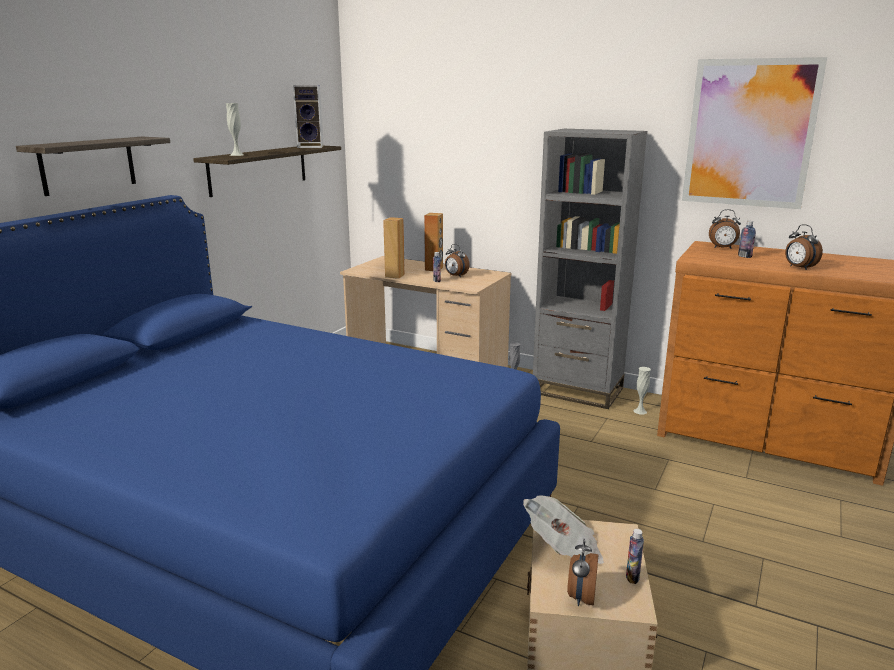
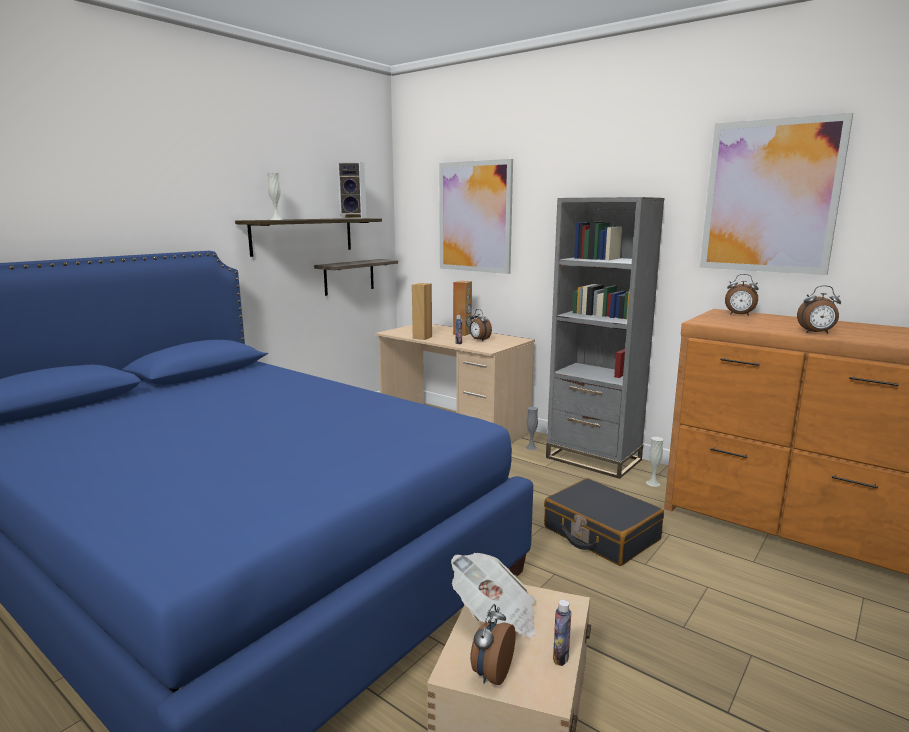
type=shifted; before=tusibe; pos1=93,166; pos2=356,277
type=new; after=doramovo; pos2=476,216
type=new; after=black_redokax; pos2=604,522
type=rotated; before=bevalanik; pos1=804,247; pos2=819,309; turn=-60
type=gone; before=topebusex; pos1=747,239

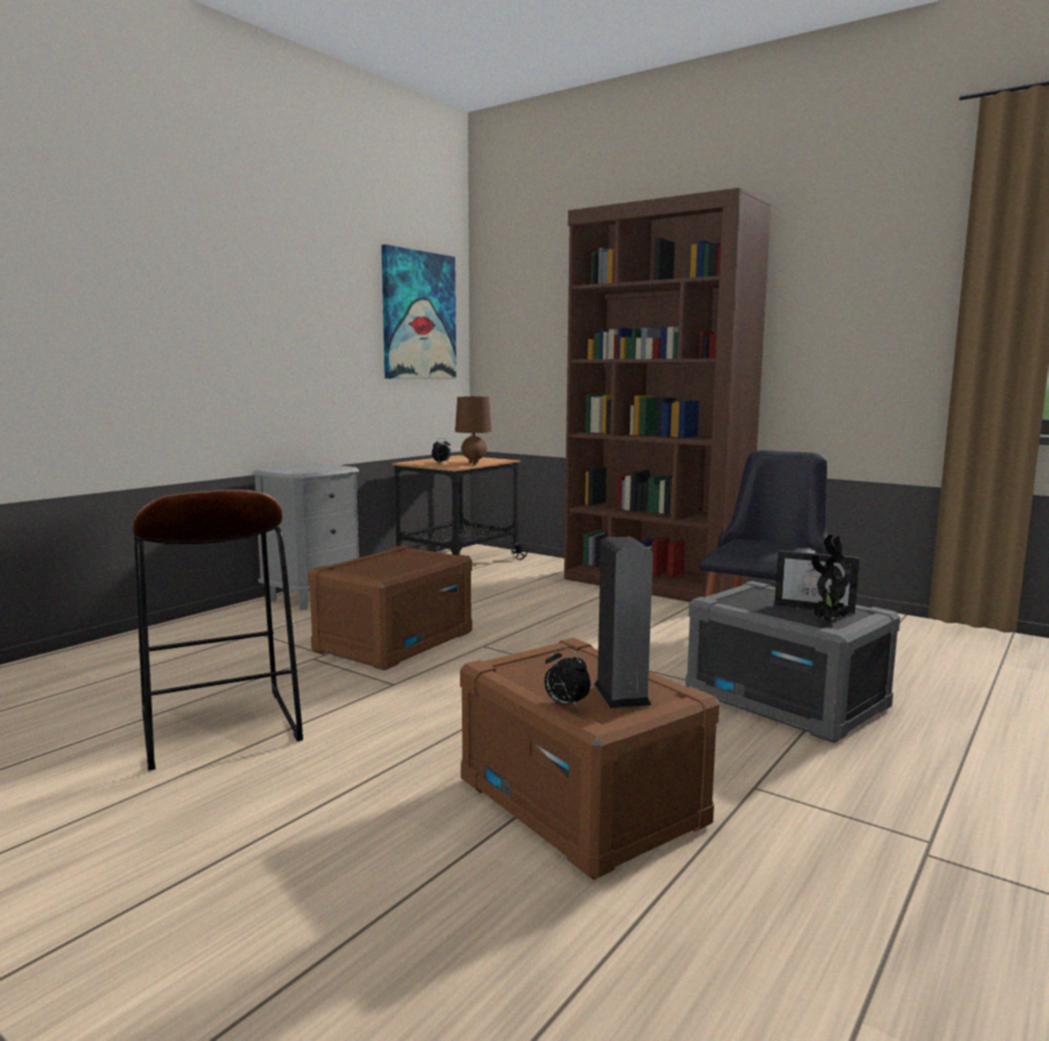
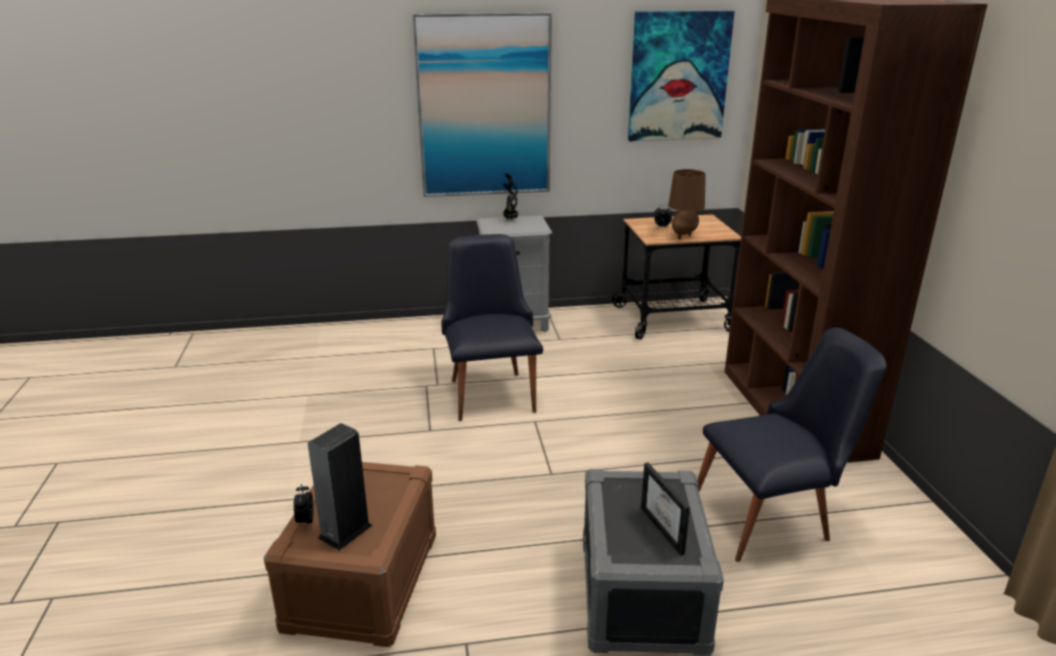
type=new; after=doramovo; pos2=482,104
type=swapped; before=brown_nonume; after=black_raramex; pos1=390,607; pos2=492,327
type=shifted; before=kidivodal; pos1=831,578; pos2=510,196
type=gone; before=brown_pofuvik; pos1=217,630

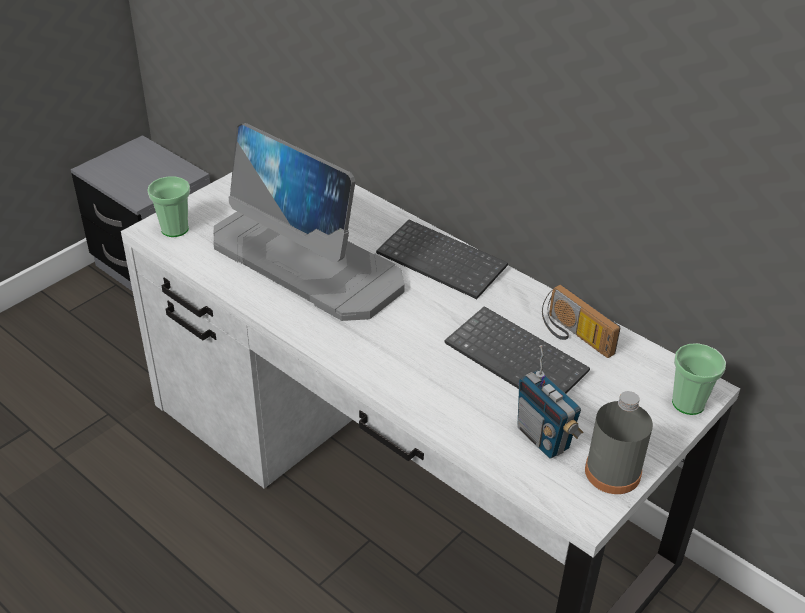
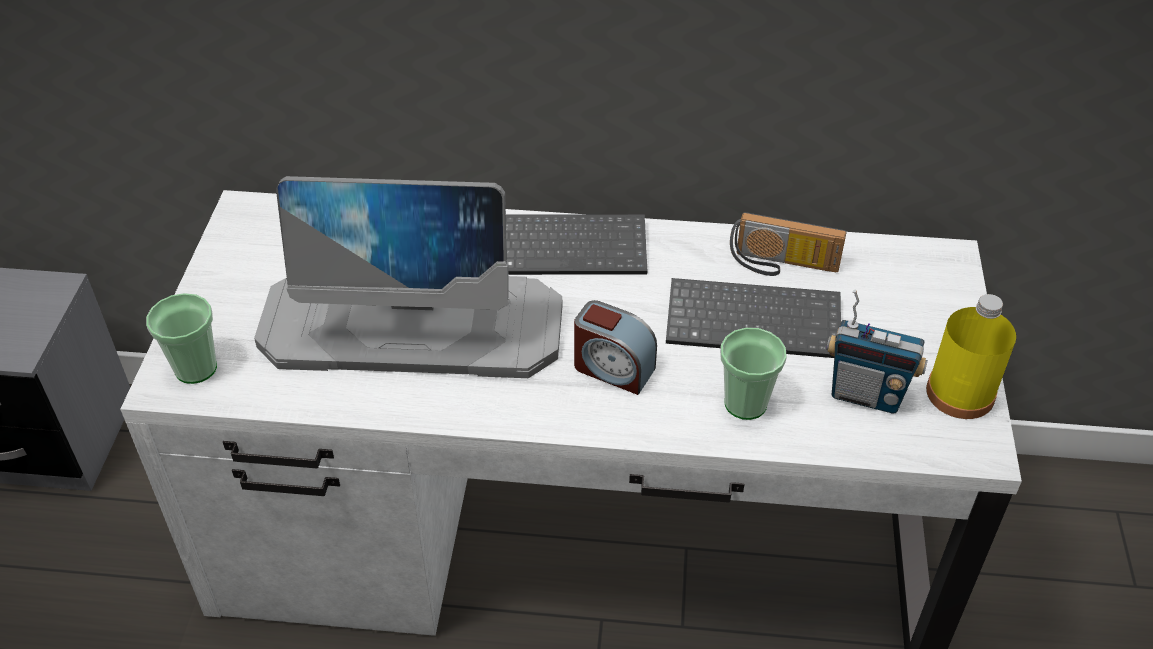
type=new; after=bevalanik; pos2=615,347
type=shifted; before=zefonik; pos1=699,379; pos2=753,374
type=repainted; before=grey_topebusex; after=yellow_topebusex; pos1=619,442; pos2=971,356

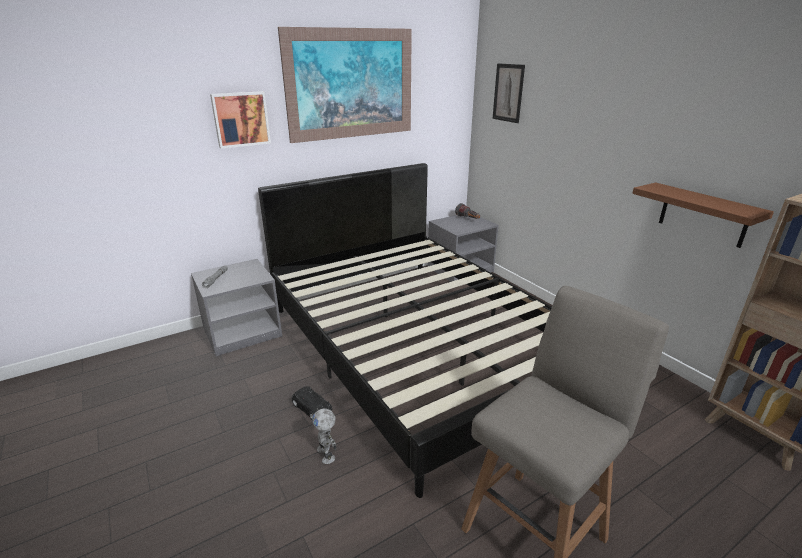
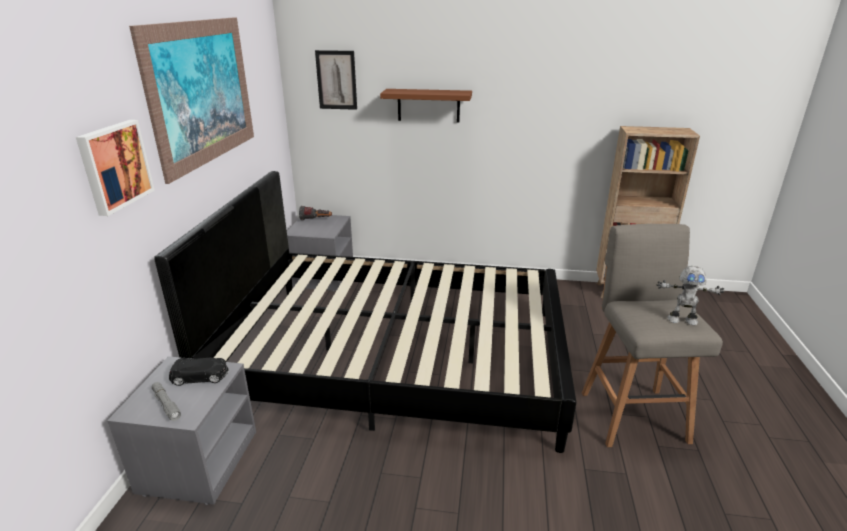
type=shifted; before=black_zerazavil; pos1=312,403; pos2=199,372
type=shifted; before=brown_tusibe; pos1=703,215; pos2=426,106
type=shifted; before=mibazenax; pos1=324,436; pos2=690,295

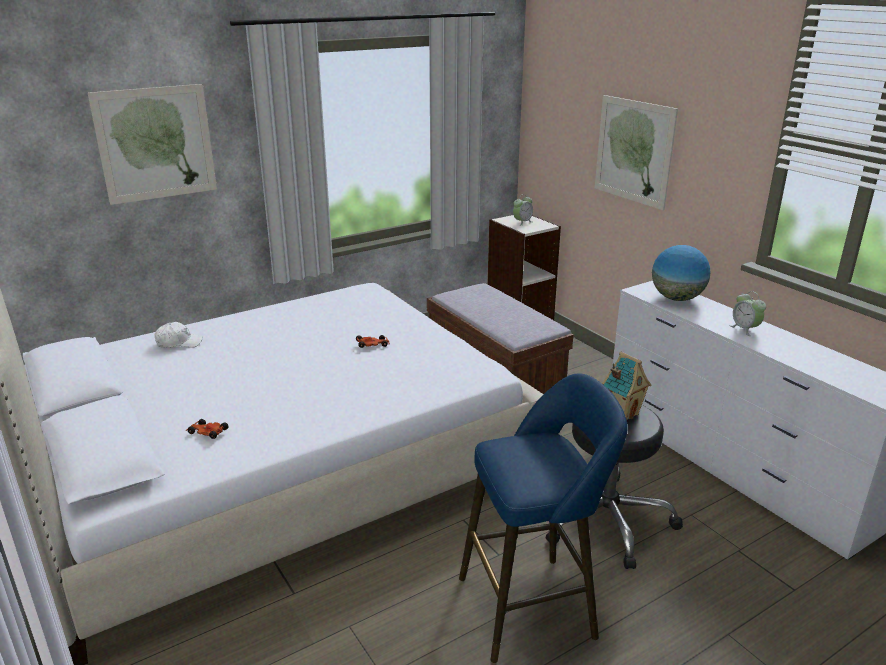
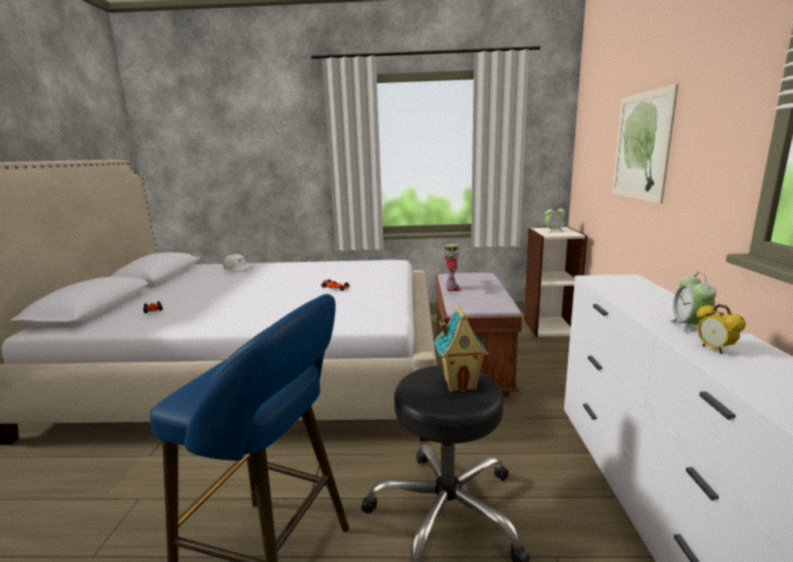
type=new; after=mibazenax; pos2=452,267
type=new; after=bevalanik; pos2=721,329
type=gone; before=doramovo; pos1=152,144
type=gone; before=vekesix; pos1=681,273

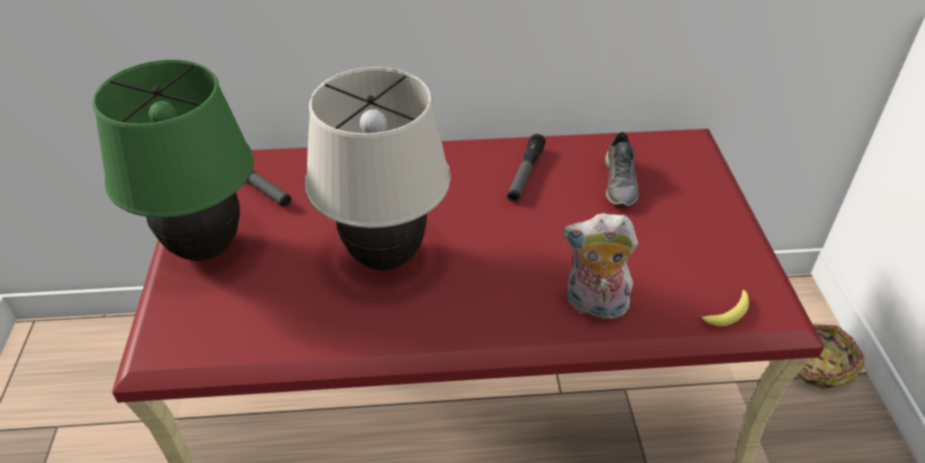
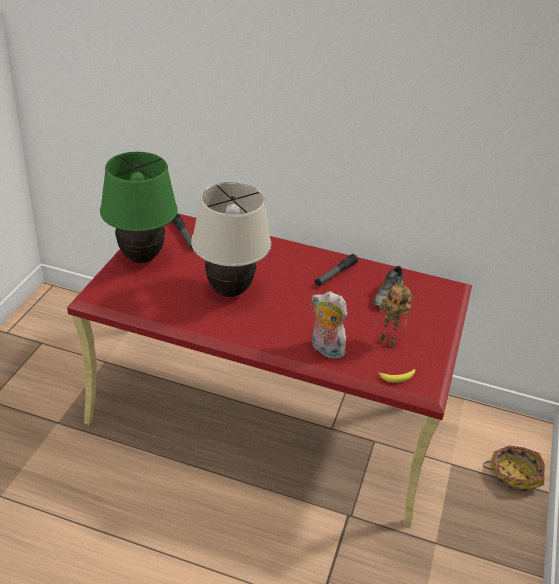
type=new; after=mibazenax; pos2=394,315

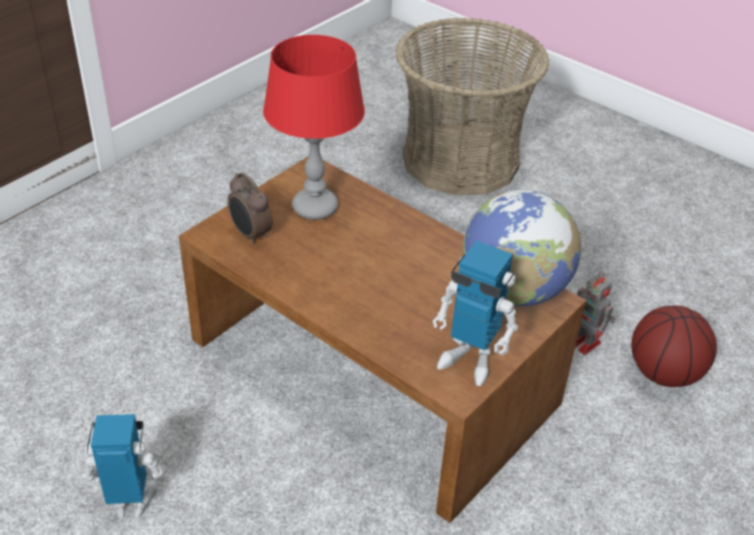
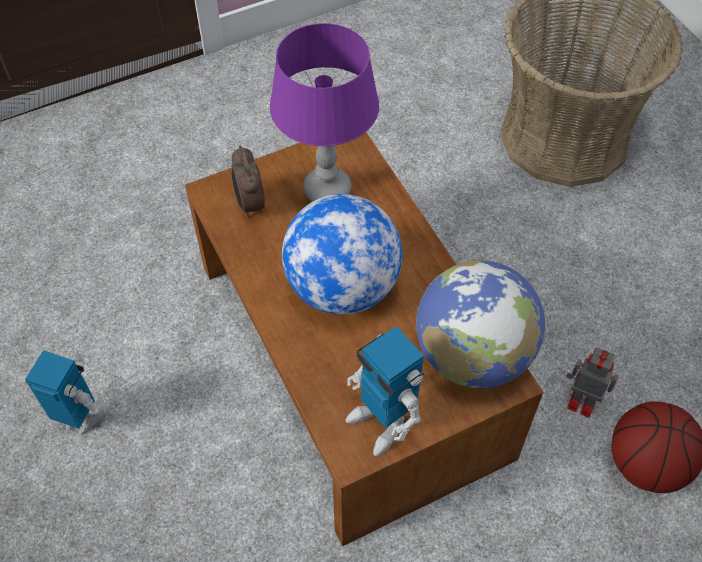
type=repainted; before=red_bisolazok; after=purple_bisolazok; pos1=314,127; pos2=324,112
type=new; after=vekesix; pos2=342,254
type=rotated; before=mibazenax; pos1=595,313; pos2=592,383; turn=135

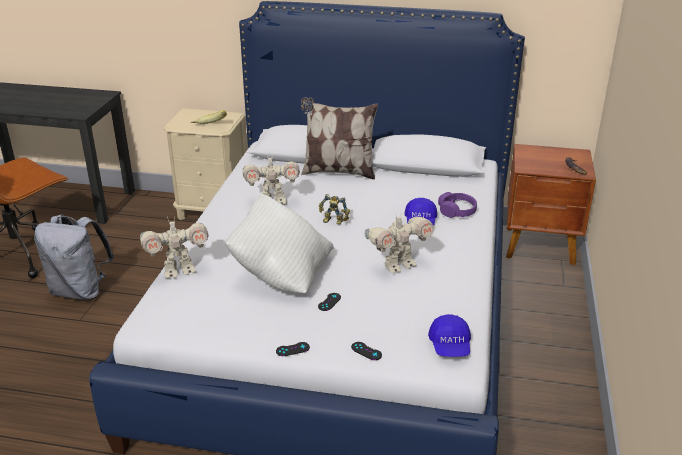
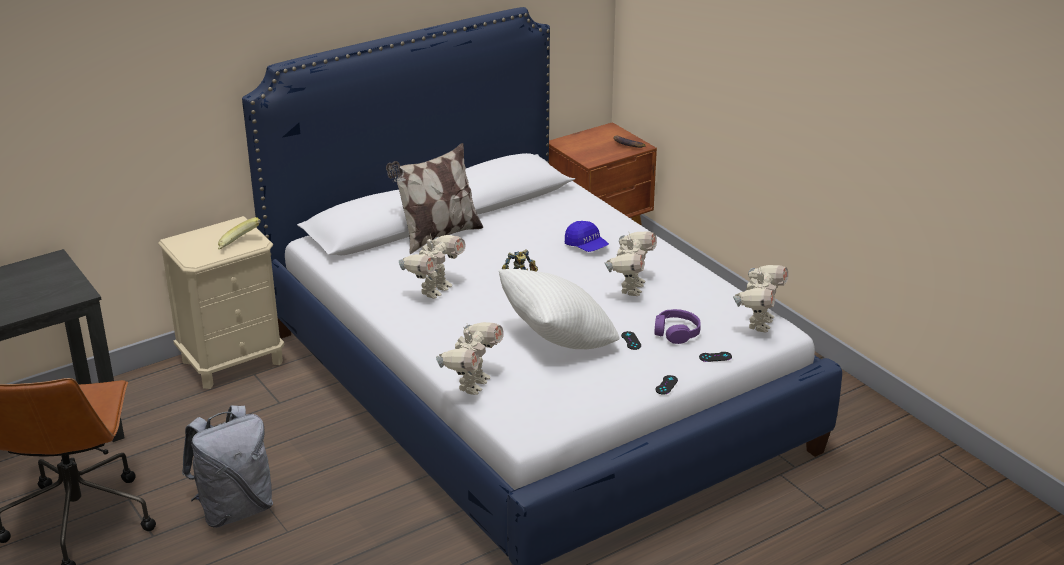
type=shifted; before=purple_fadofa; pos1=457,205; pos2=677,326
type=swapped; before=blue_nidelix; after=mibazenax; pos1=449,335; pos2=761,298

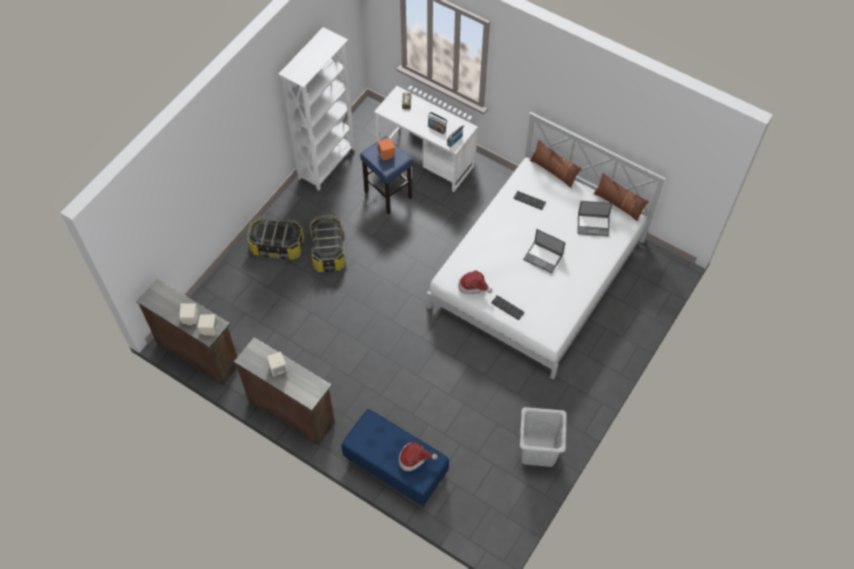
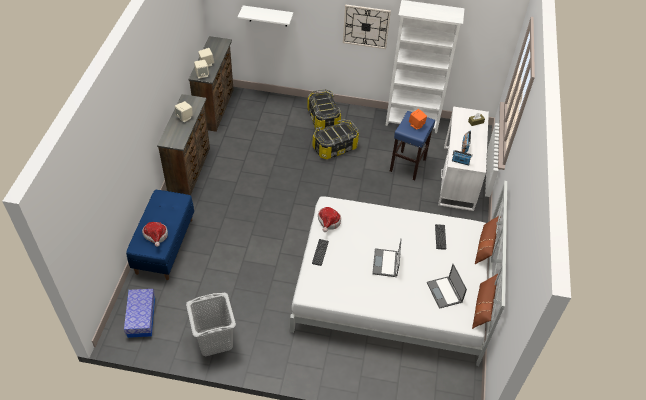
type=new; after=nonume; pos2=139,313
type=new; after=white_tusibe; pos2=265,16
type=new; after=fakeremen; pos2=367,26

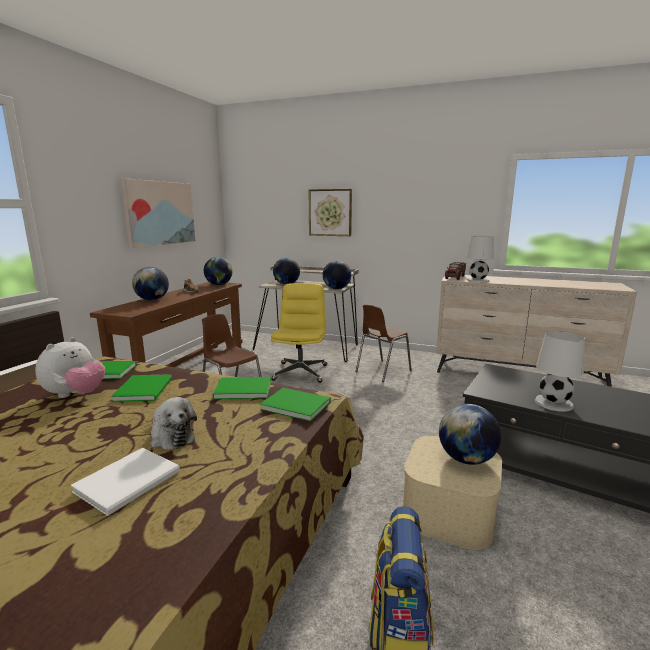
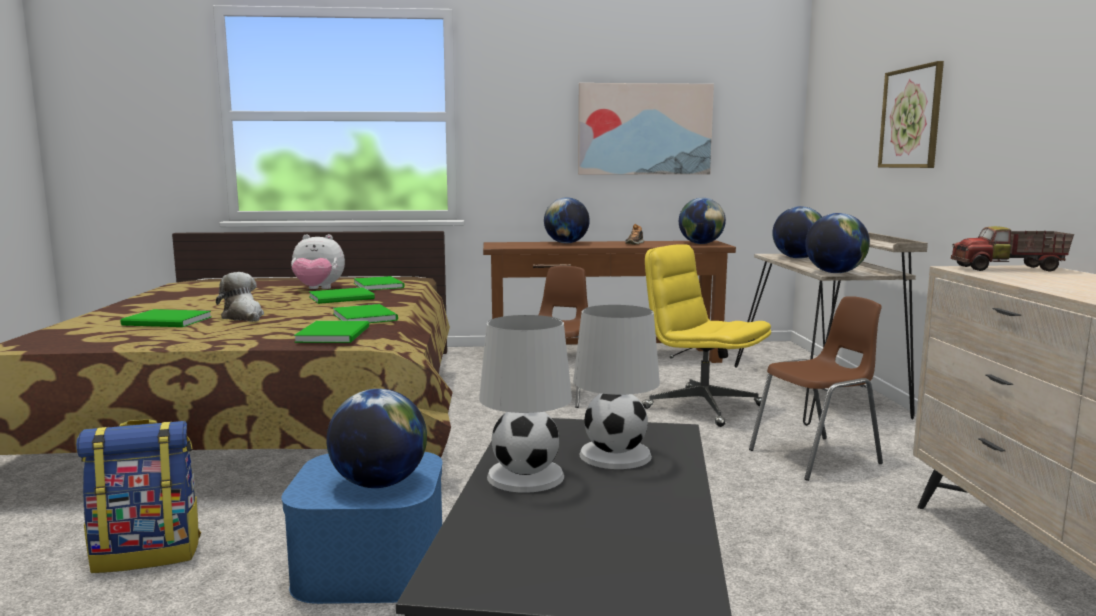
type=repainted; before=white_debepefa; after=green_debepefa; pos1=125,482; pos2=165,318
type=rotated; before=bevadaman; pos1=174,423; pos2=240,297; turn=120
type=repainted; before=beige_nonume; after=blue_nonume; pos1=452,493; pos2=361,528
type=shifted; before=white_bisolazok; pos1=480,259; pos2=616,387
type=rotated; before=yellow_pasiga; pos1=299,333; pos2=706,335; turn=-120
type=rotated; before=brown_raramex; pos1=383,343; pos2=816,388; turn=135

